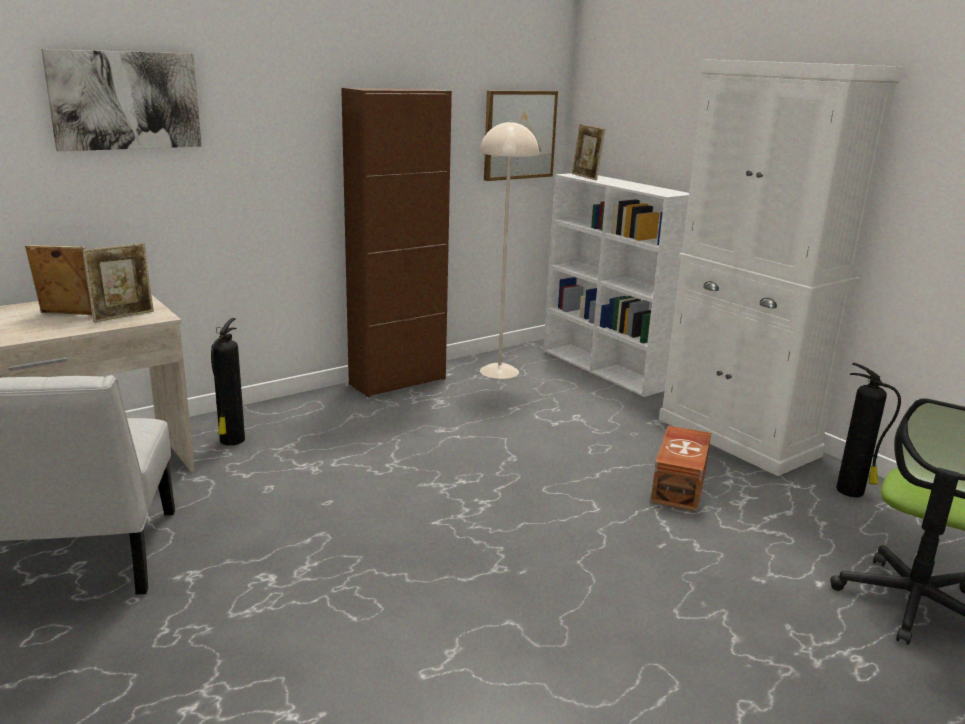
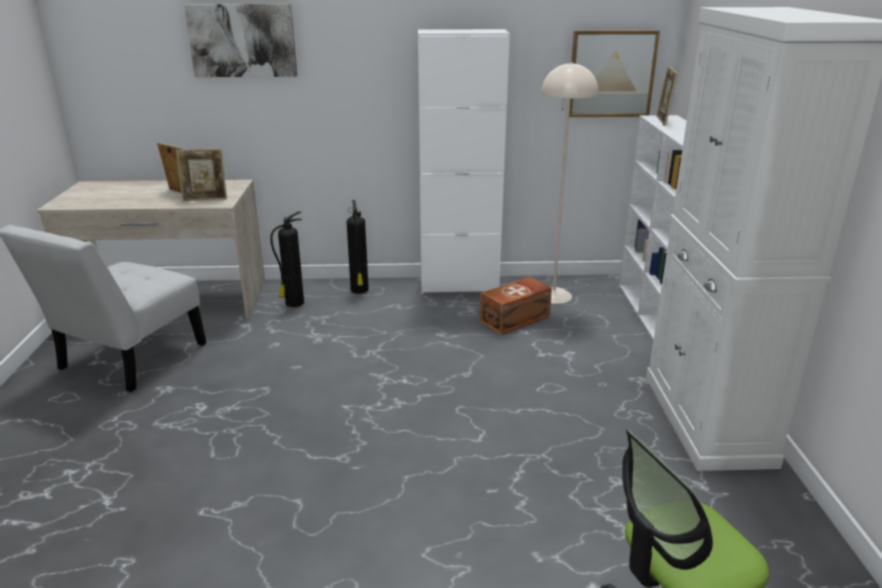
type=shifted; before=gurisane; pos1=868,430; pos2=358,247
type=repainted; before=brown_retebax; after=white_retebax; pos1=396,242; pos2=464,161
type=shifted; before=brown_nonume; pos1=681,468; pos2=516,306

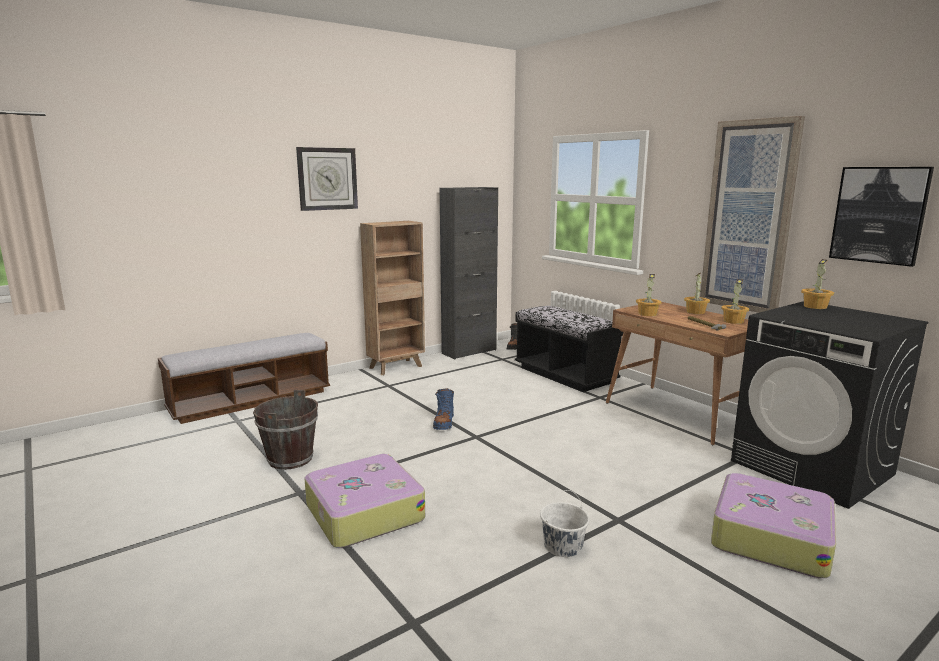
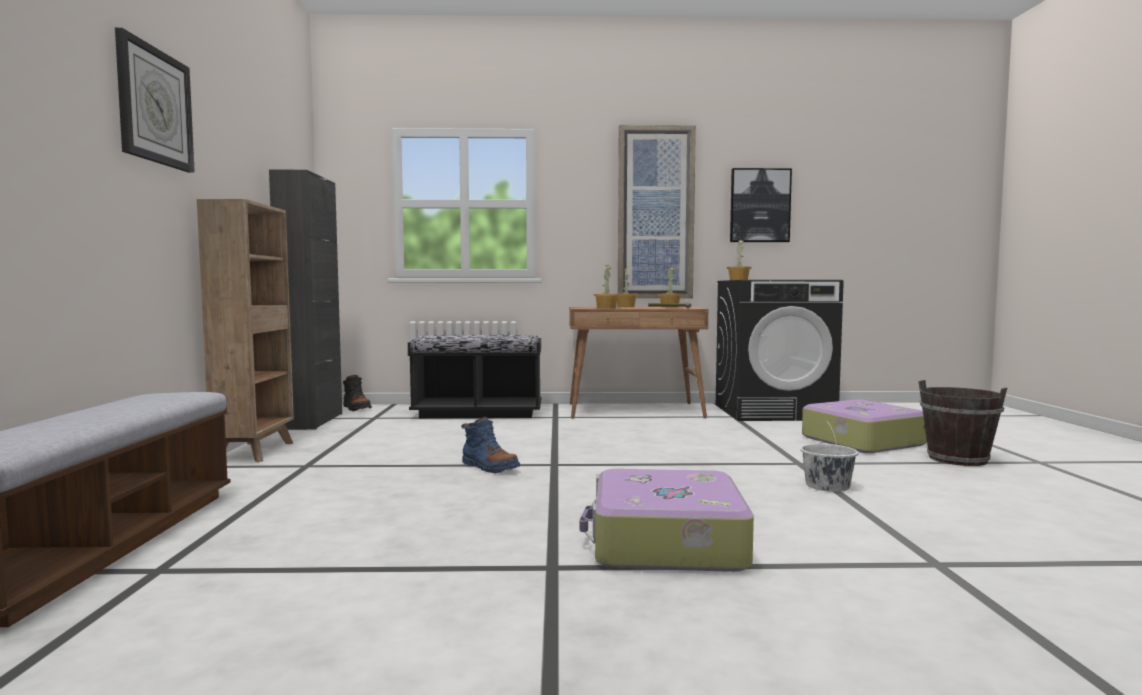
type=shifted; before=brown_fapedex; pos1=285,430; pos2=962,423

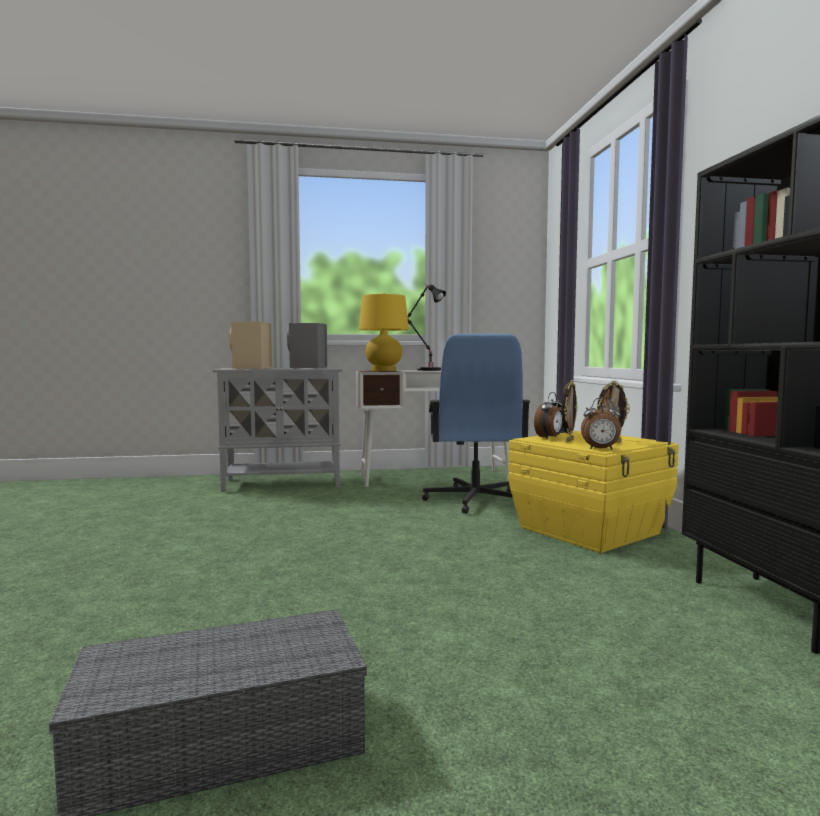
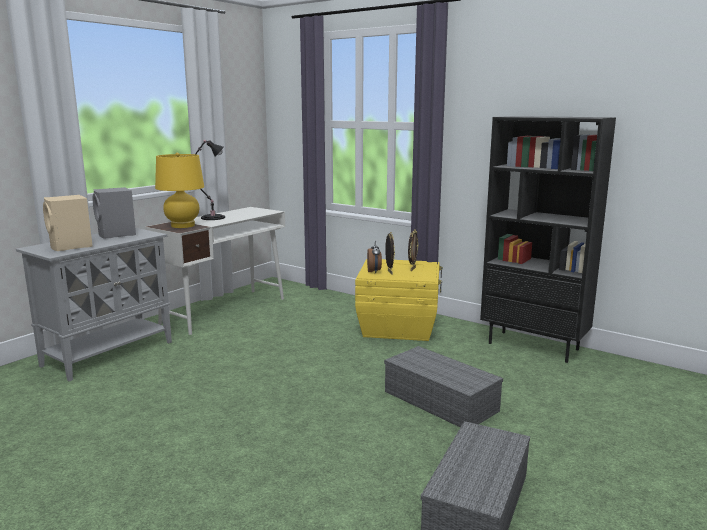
type=new; after=grey_nonume; pos2=443,386
type=gone; before=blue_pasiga; pos1=476,424
type=gone; before=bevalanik; pos1=601,424

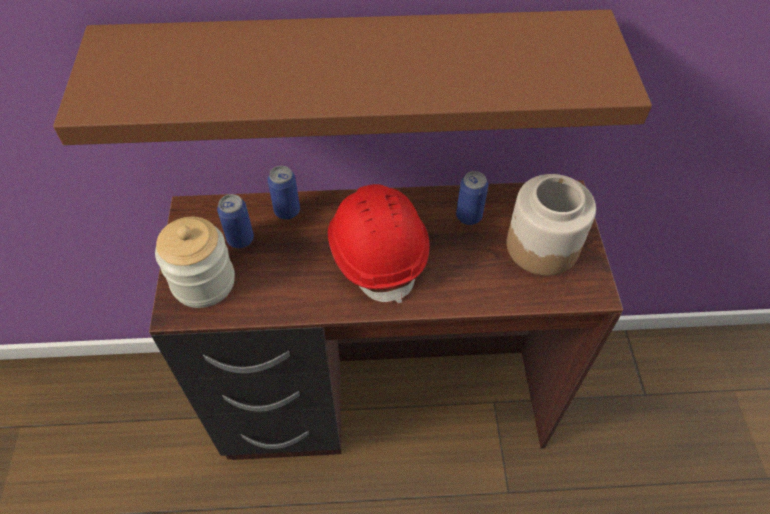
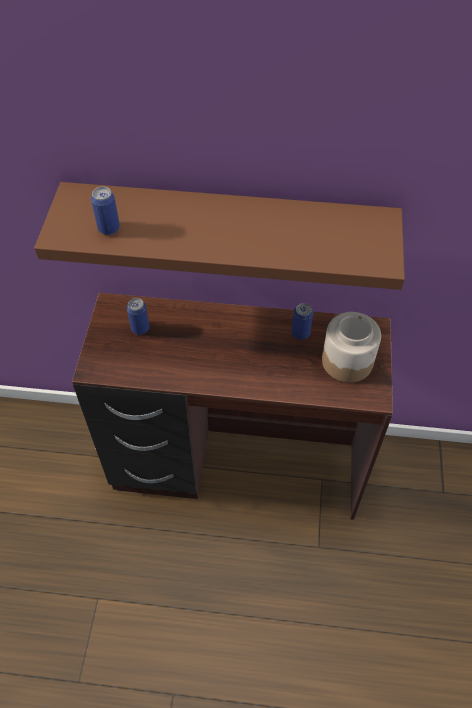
type=shifted; before=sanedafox; pos1=284,192; pos2=105,210
type=gone; before=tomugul; pos1=195,262
type=gone; before=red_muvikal; pos1=378,244

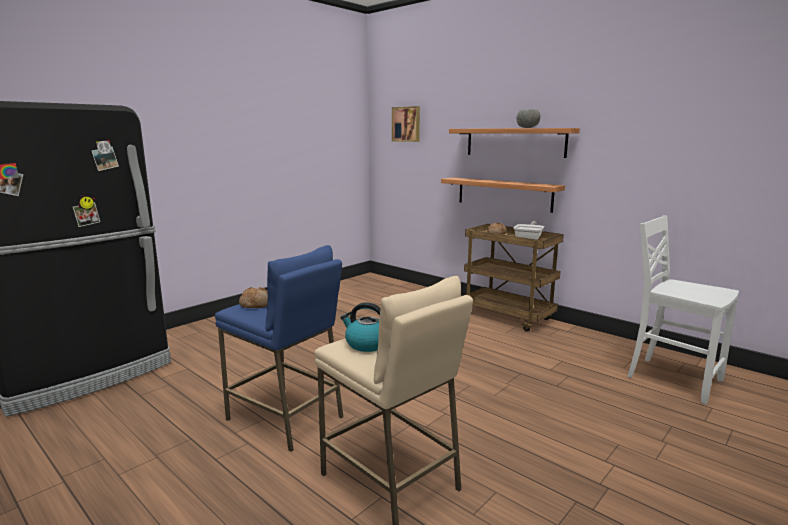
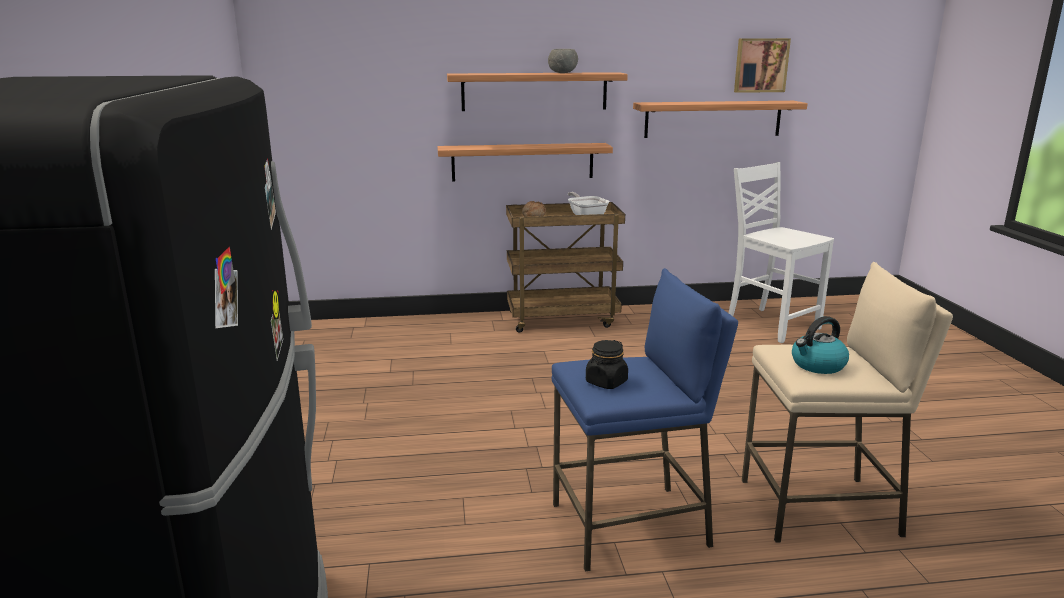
type=swapped; before=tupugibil; after=black_tomugul; pos1=253,297; pos2=607,364
type=new; after=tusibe; pos2=720,119
type=rotated; before=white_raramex; pos1=683,310; pos2=781,252; turn=60
type=shifted; before=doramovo; pos1=406,124; pos2=762,65

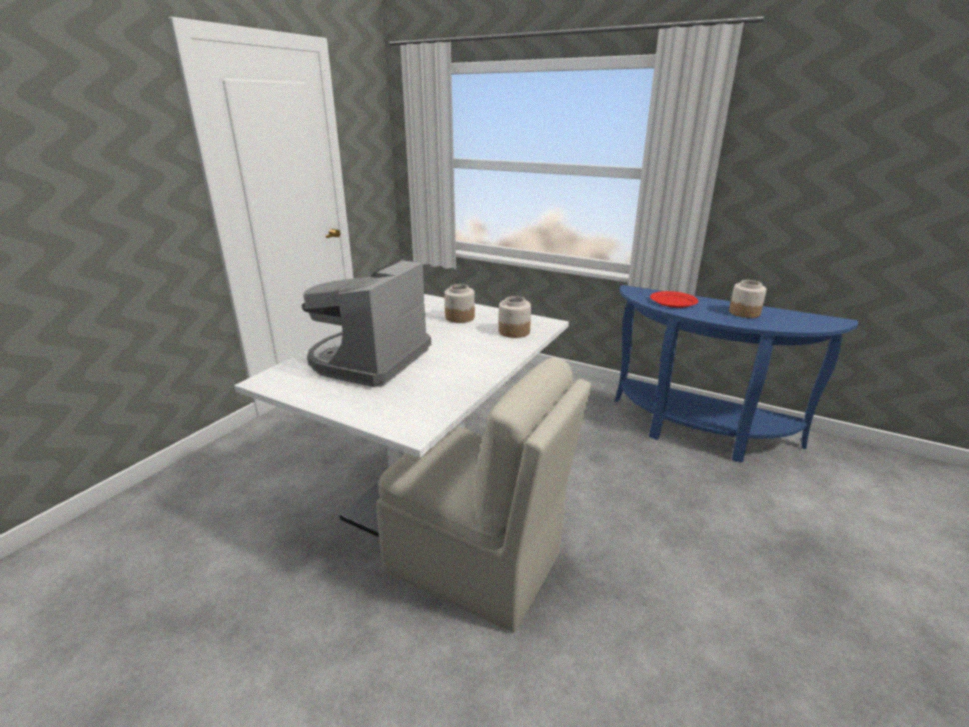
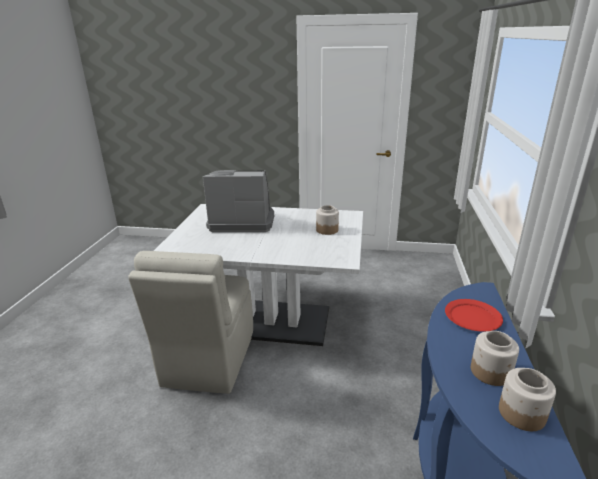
type=shifted; before=tomugul; pos1=515,317; pos2=527,399

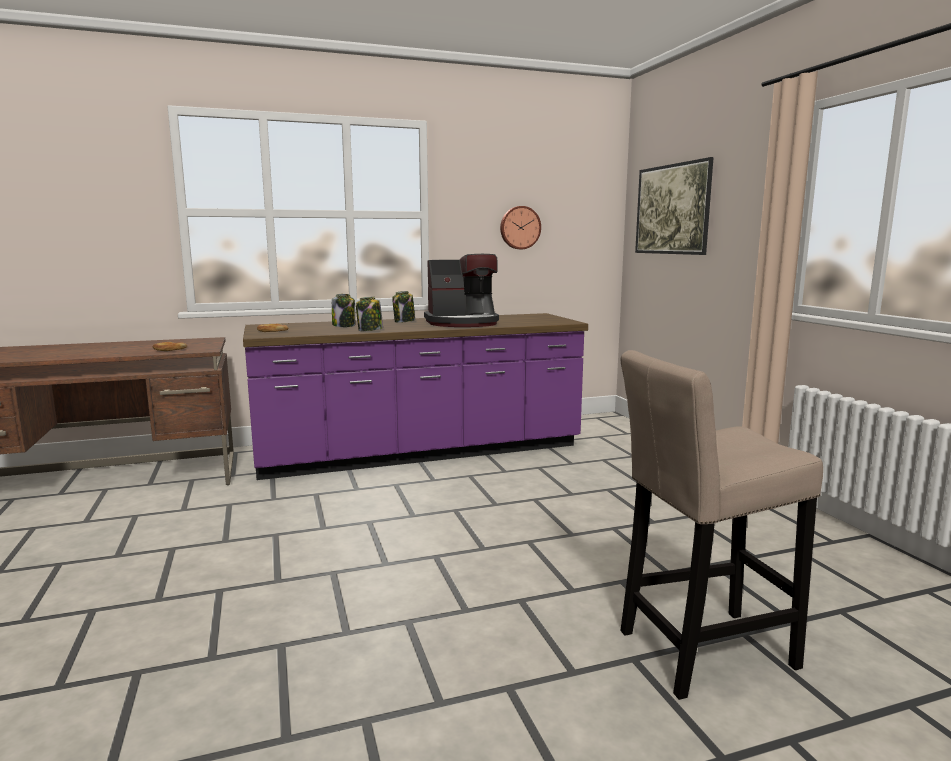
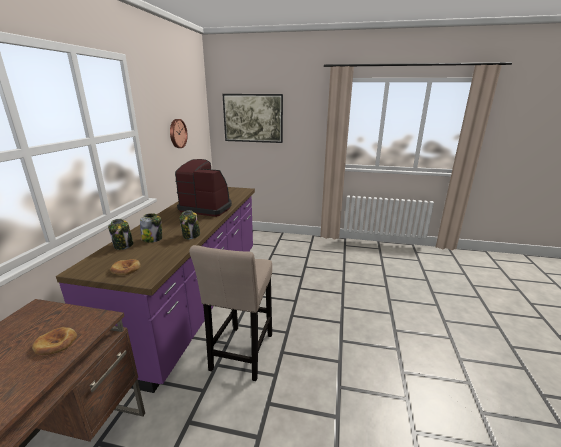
type=shifted; before=tomugul; pos1=403,307; pos2=120,234
type=rotated; before=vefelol; pos1=461,290; pos2=203,188; turn=-90
type=shifted; before=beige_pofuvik; pos1=721,525; pos2=230,313

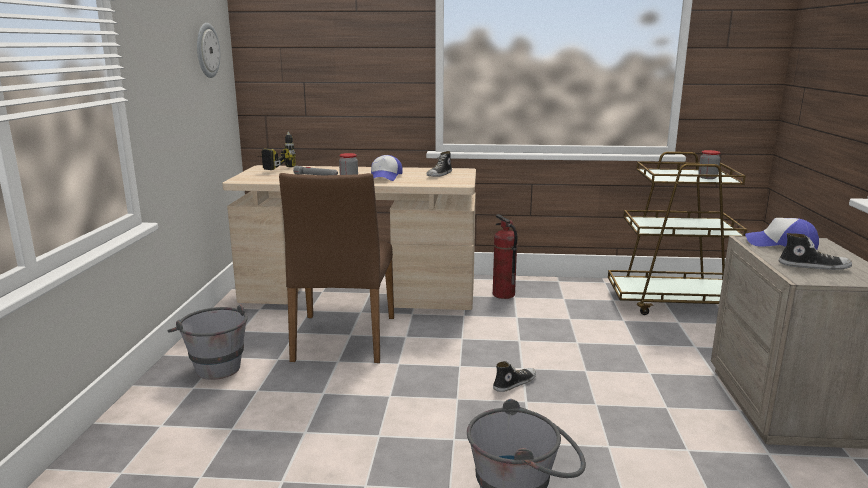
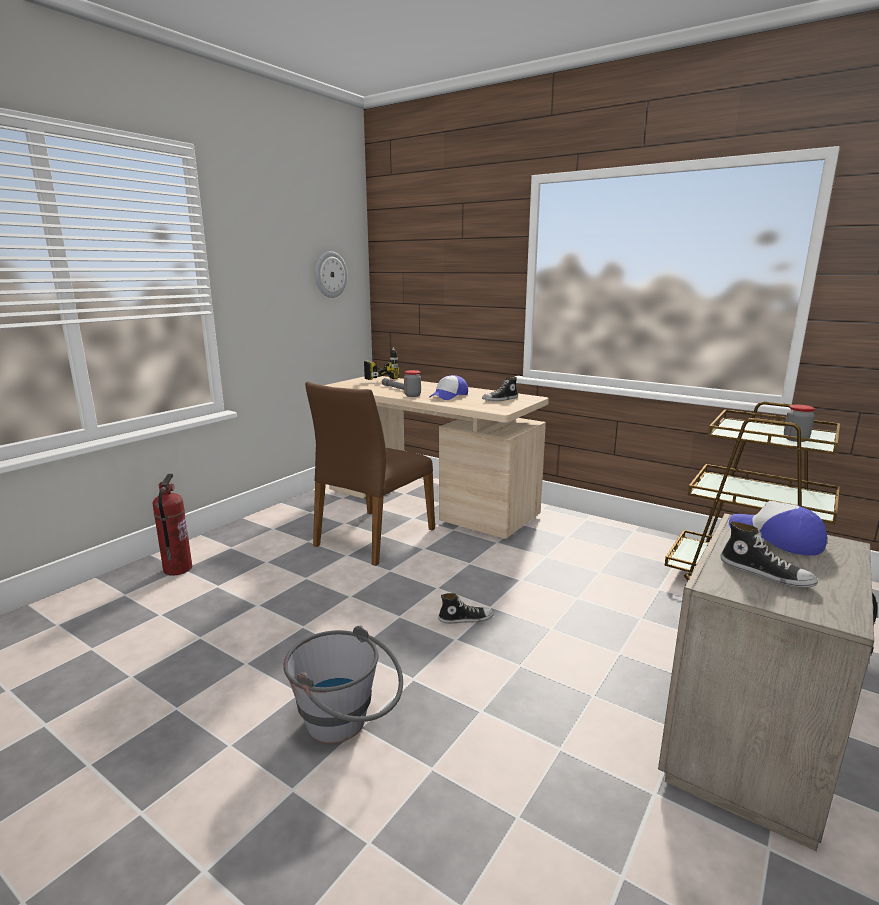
type=shifted; before=gurisane; pos1=505,256; pos2=172,525
type=gone; before=grey_fapedex; pos1=208,342

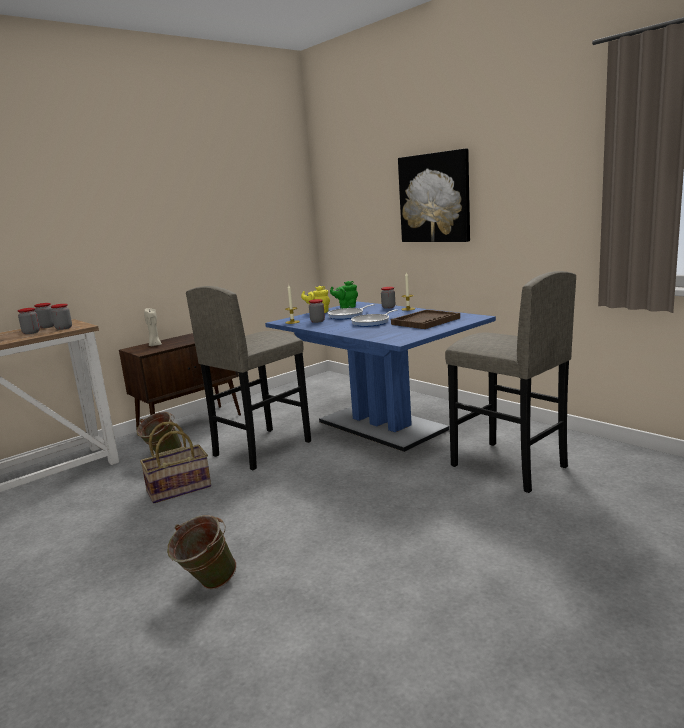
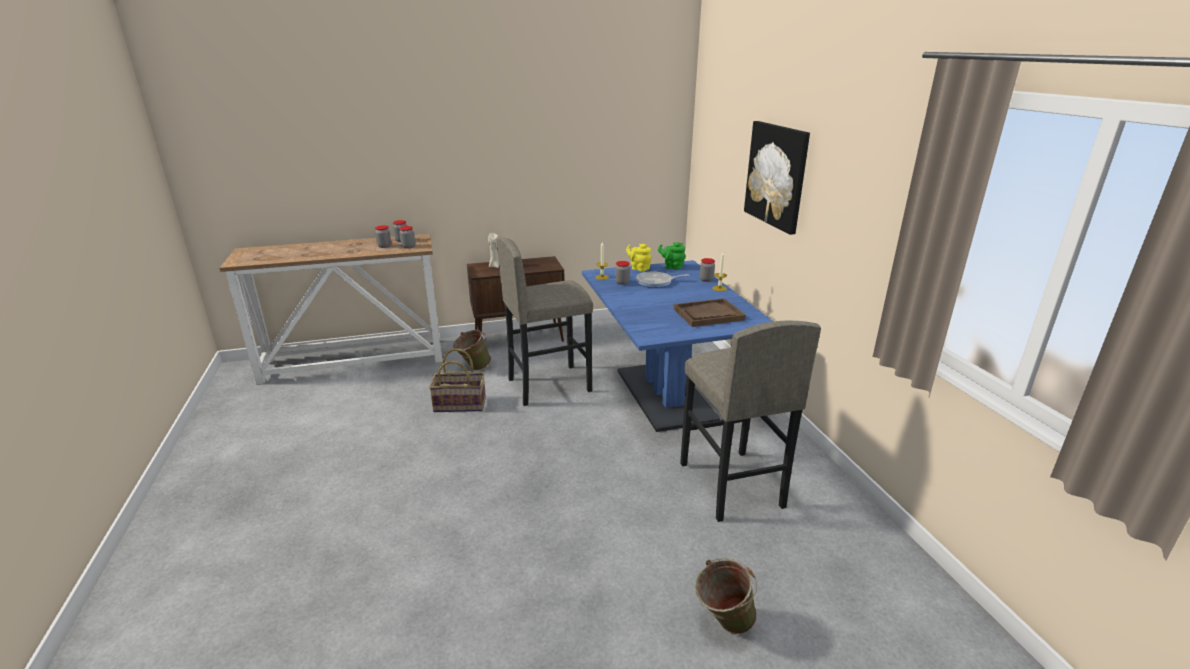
type=shifted; before=green_fapedex; pos1=202,552; pos2=726,596
type=gone; before=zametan; pos1=374,318

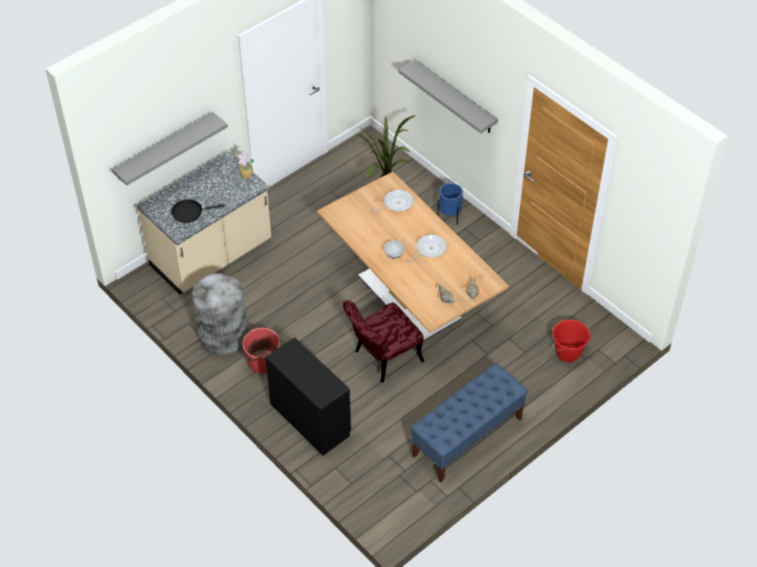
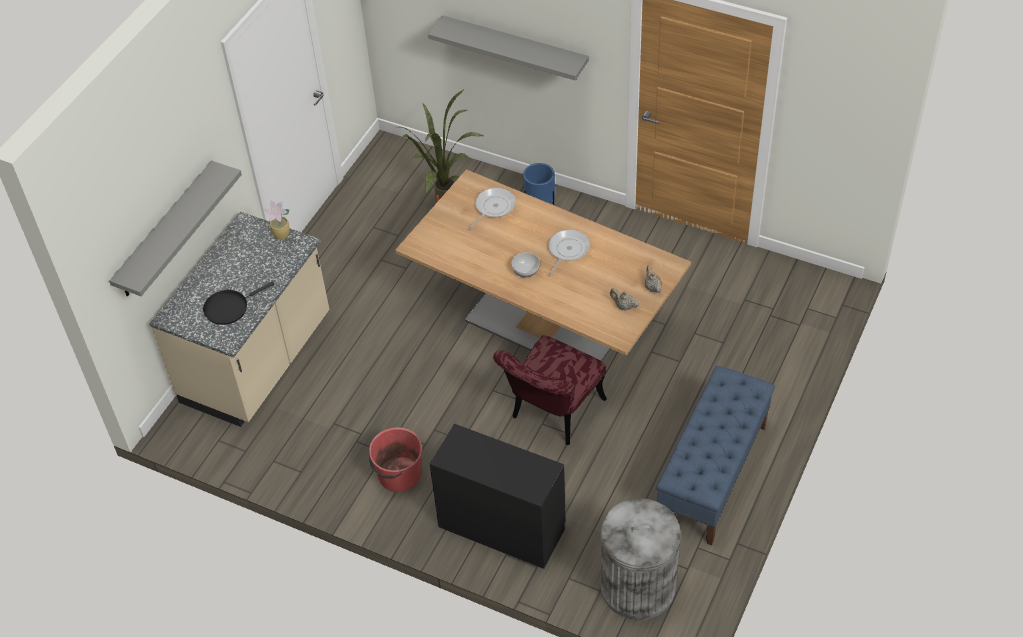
type=shifted; before=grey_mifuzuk; pos1=219,314; pos2=640,559
type=gone; before=red_fapedex; pos1=571,341

